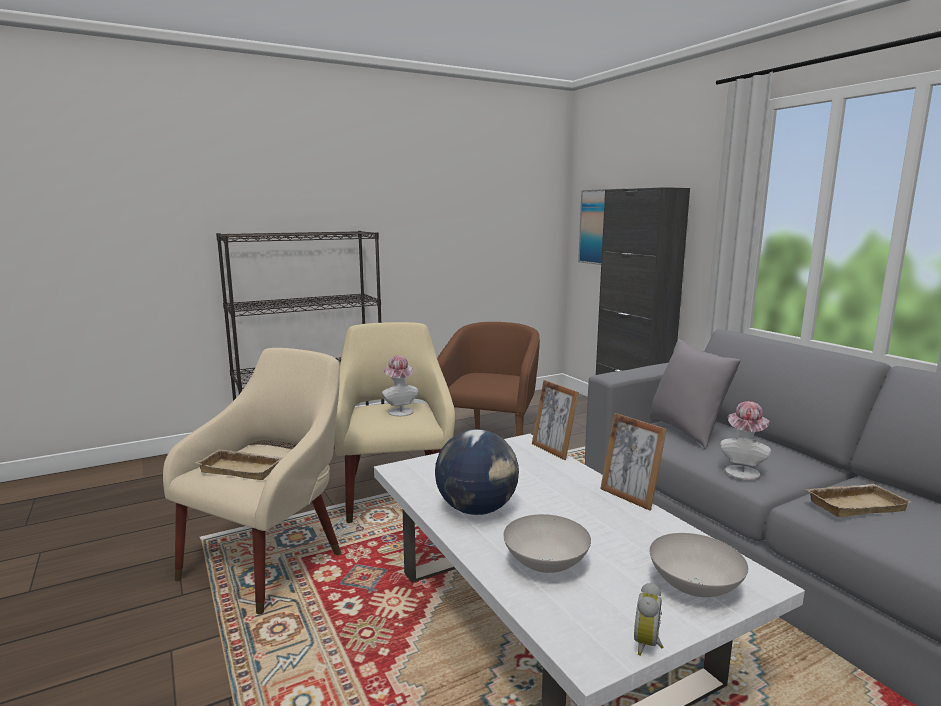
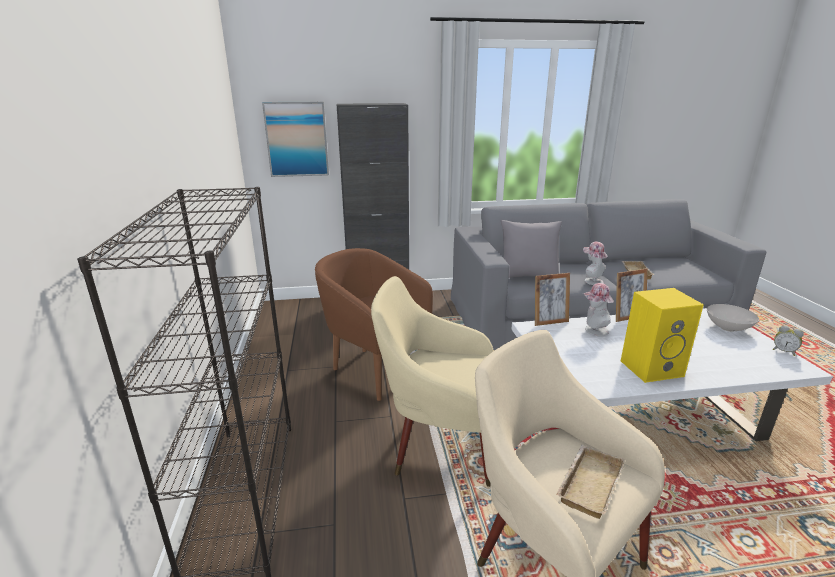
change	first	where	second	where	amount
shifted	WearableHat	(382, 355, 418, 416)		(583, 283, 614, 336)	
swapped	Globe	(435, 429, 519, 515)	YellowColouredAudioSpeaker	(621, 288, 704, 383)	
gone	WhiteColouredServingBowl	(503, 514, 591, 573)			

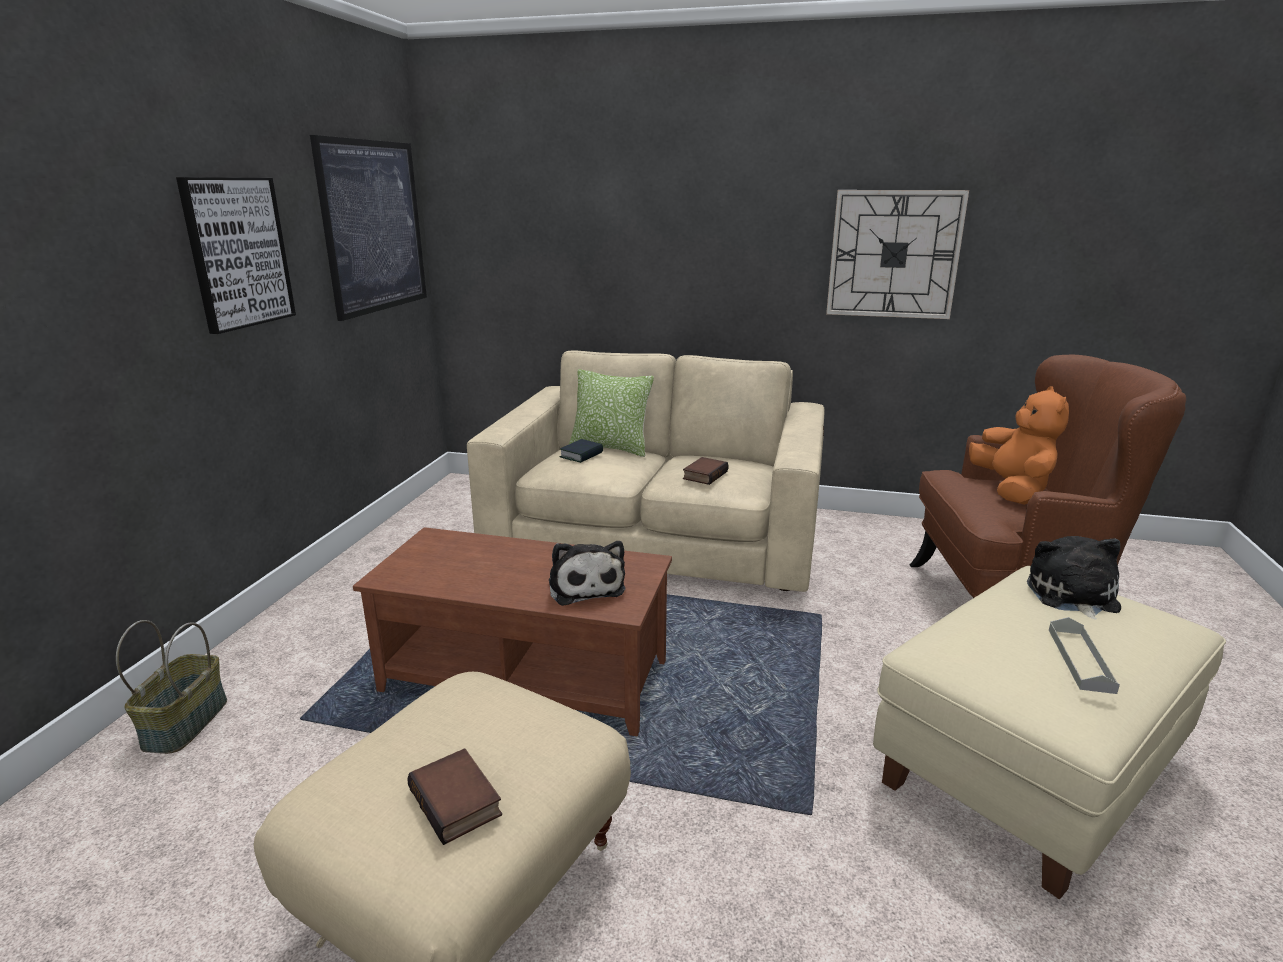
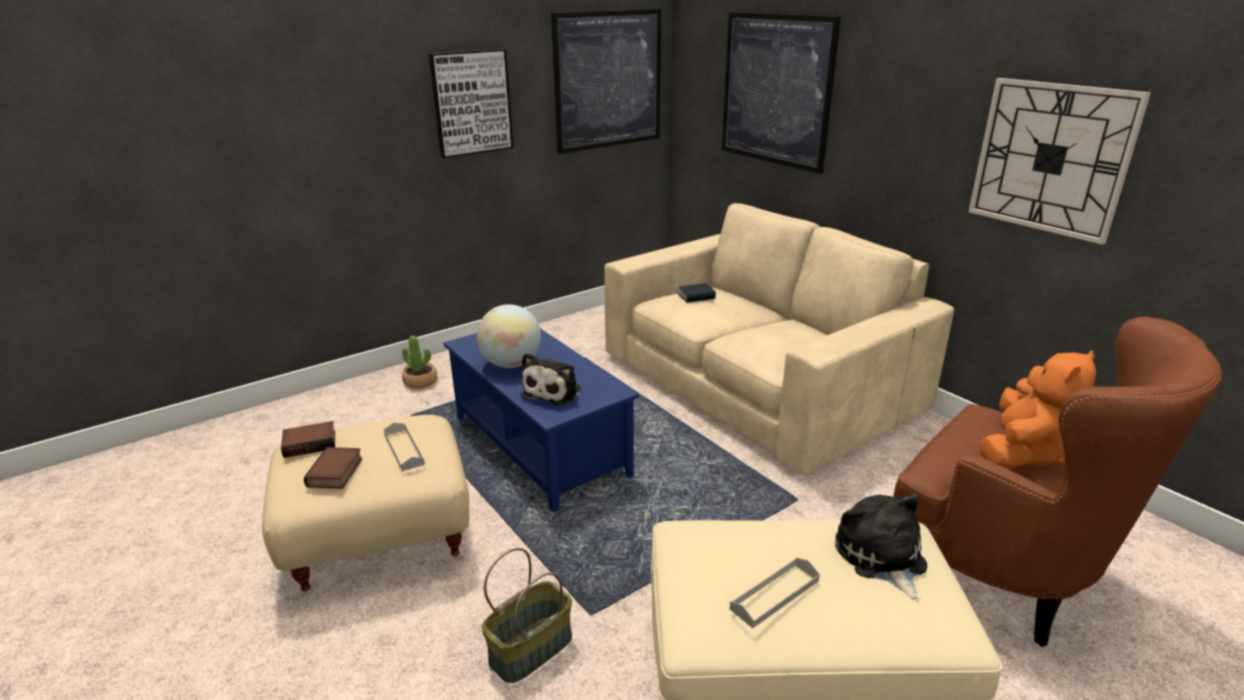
change	first	where	second	where	amount
gone	Pillow	(569, 369, 654, 457)			
shifted	Volume	(683, 457, 729, 485)		(281, 421, 335, 458)	
repainted	BrownishCoffeeTable	(353, 527, 672, 736)	BluishCoffeeTable	(444, 328, 639, 512)	
rotated	PlushToy	(1027, 536, 1121, 620)		(835, 493, 927, 602)	60 degrees counterclockwise
shifted	HouseholdBasket	(116, 620, 227, 754)		(482, 548, 572, 683)	
new			WallPicture	(722, 12, 841, 174)	
new			Globe	(477, 304, 541, 368)	
new			PlantInAPot	(402, 336, 437, 389)	
new			GrayTray	(384, 423, 425, 471)	

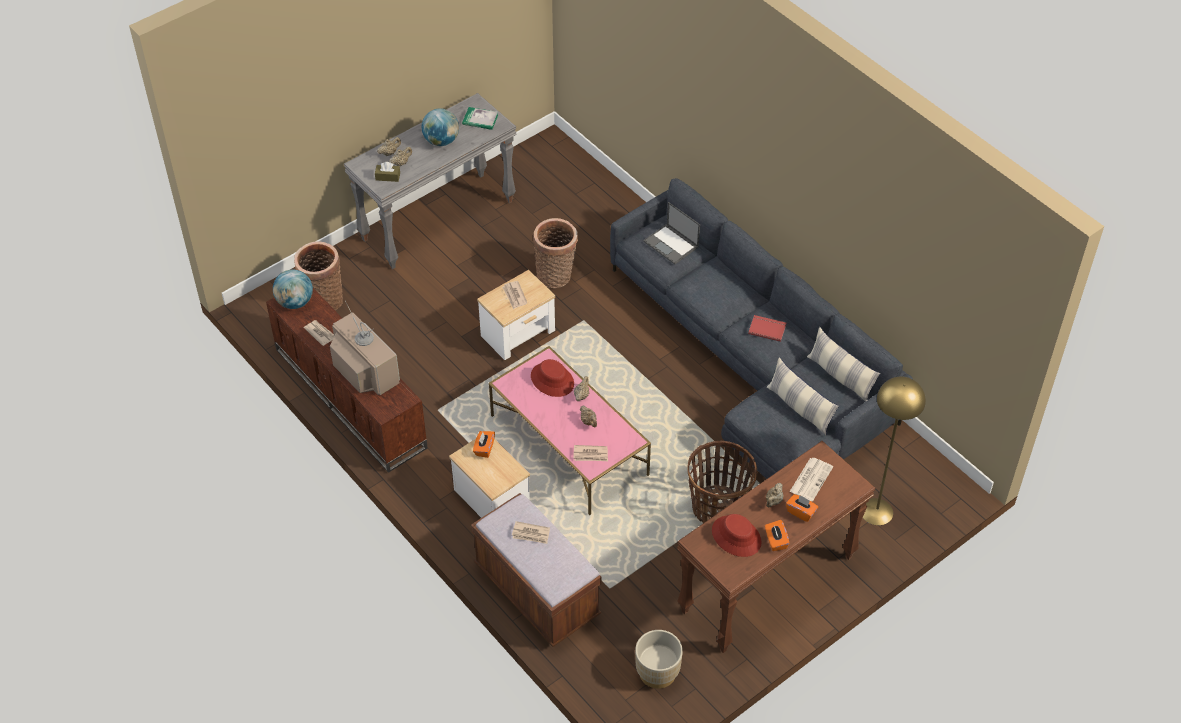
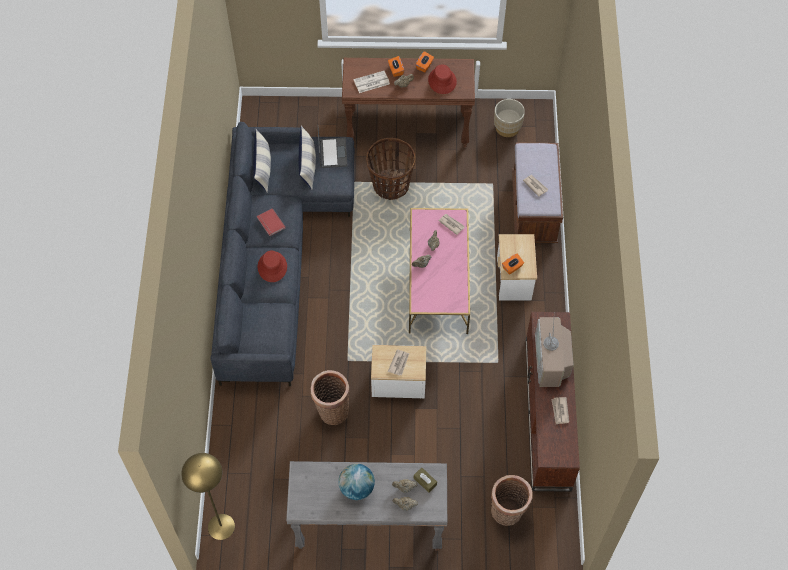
change	first	where	second	where	amount
gone	Volume	(462, 107, 498, 130)			
shifted	Laptop	(643, 202, 700, 265)		(318, 127, 348, 168)	
gone	Globe	(273, 270, 313, 309)			
shifted	RedColouredWearableHat	(531, 359, 574, 397)		(258, 250, 287, 282)	
shifted	YellowColouredStandardLamp	(863, 377, 926, 525)		(181, 453, 235, 540)	

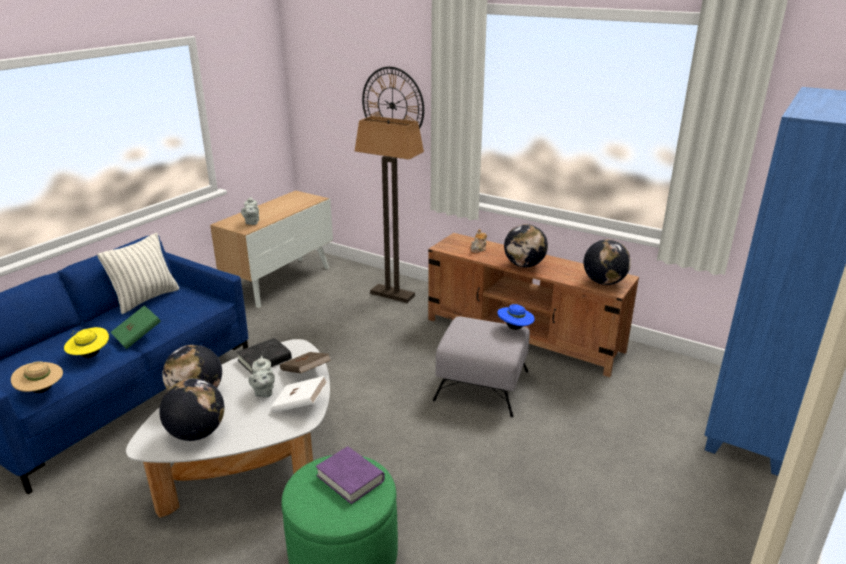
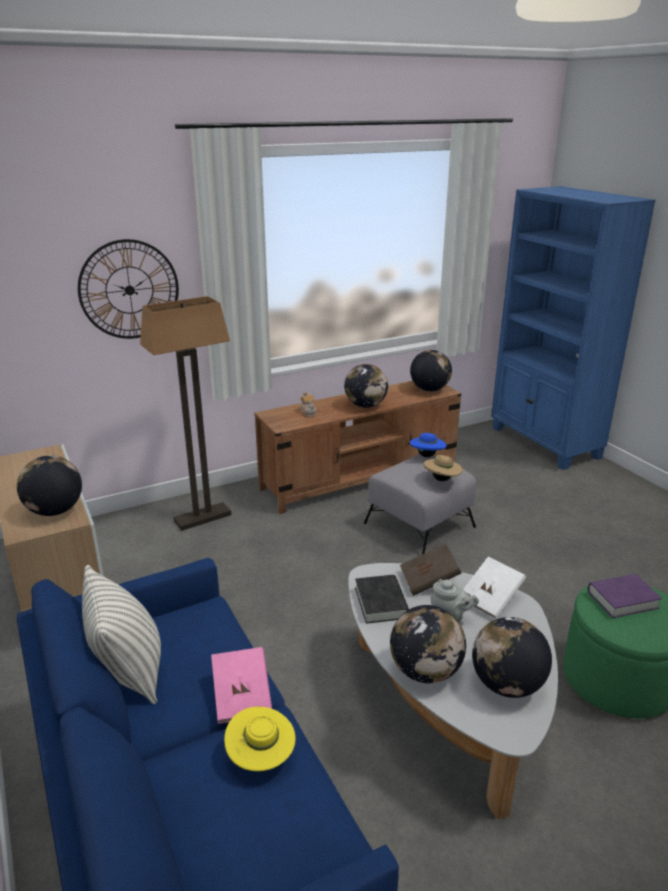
change	first	where	second	where	amount
swapped	GrayTeaPot	(241, 197, 259, 225)	Globe	(17, 455, 82, 516)	
repainted	GreenishVolume	(110, 305, 161, 349)	PinkVolume	(211, 647, 272, 724)	
shifted	SandColouredWearableHat	(11, 361, 63, 393)		(424, 455, 463, 481)	

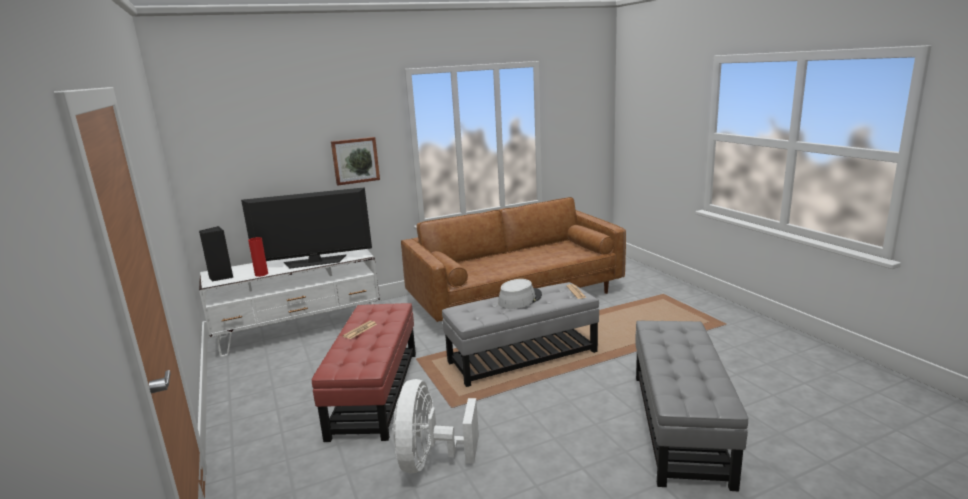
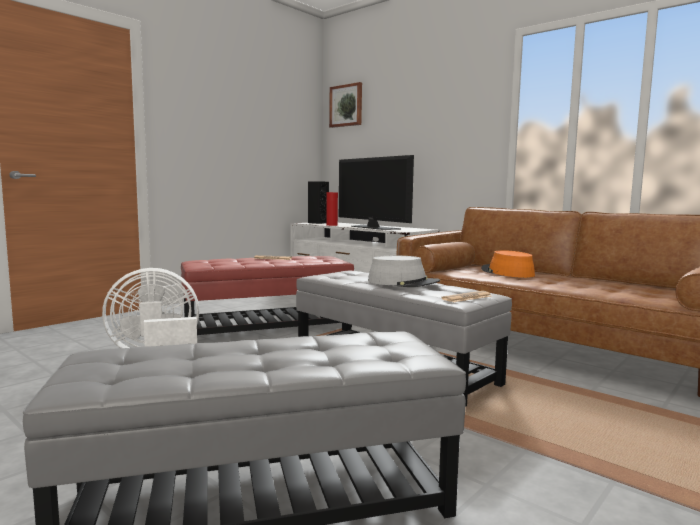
change	first	where	second	where	amount
shifted	WallPicture	(331, 137, 380, 186)		(329, 82, 362, 128)	
new			OrangeyWearableHat	(482, 250, 535, 278)	

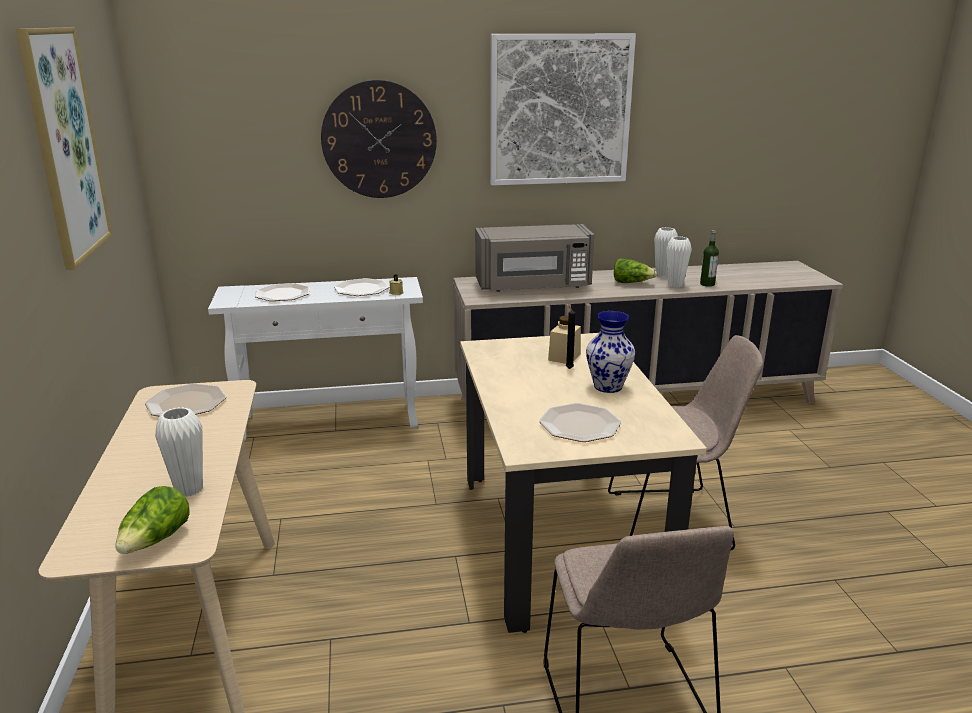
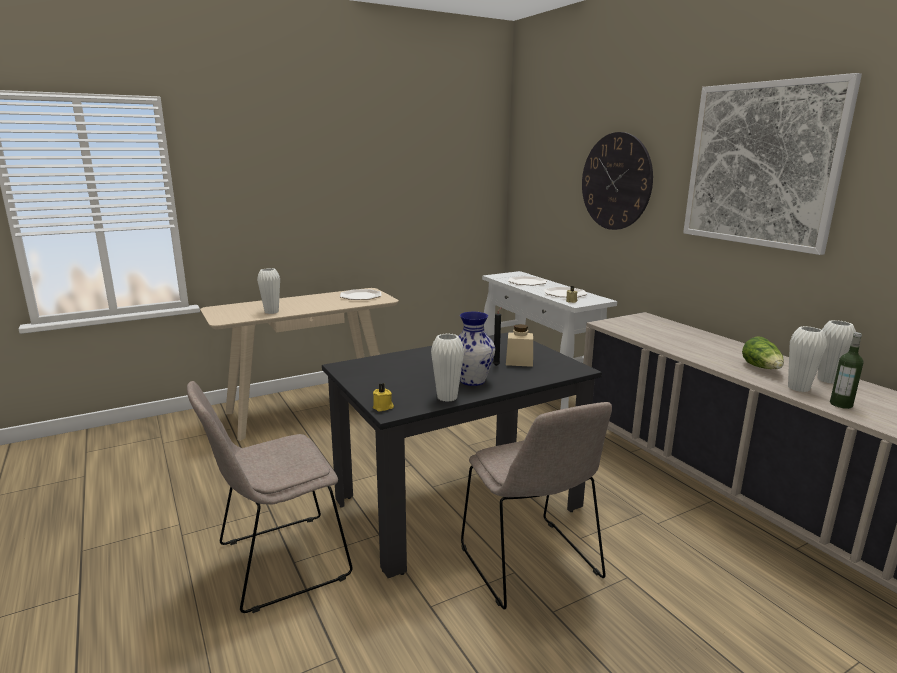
change	first	where	second	where	amount
gone	WallPicture	(16, 28, 112, 270)			
gone	GrayKitchenMicrowave	(475, 224, 594, 292)			
repainted	SandColouredDinnerTable	(460, 333, 707, 633)	BlackDinnerTable	(322, 332, 602, 578)	
gone	DinnerPlate	(539, 403, 621, 442)			
gone	HeadOfLettuce	(116, 486, 189, 554)			
new			WhiteColouredDecorativeVase	(431, 334, 464, 402)	
new			YellowColouredWaxLight	(373, 383, 394, 412)	

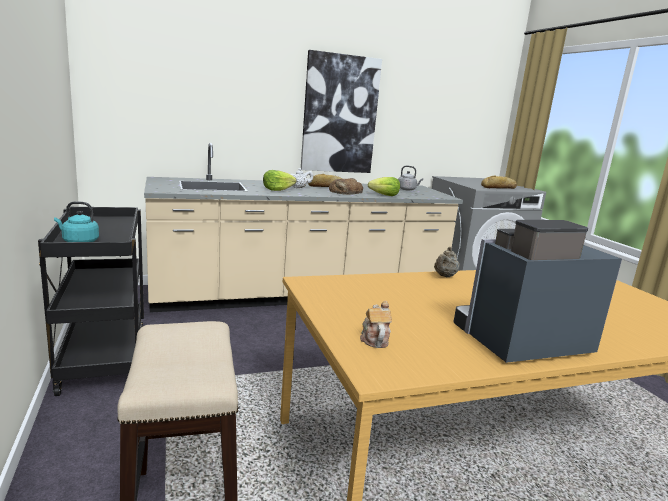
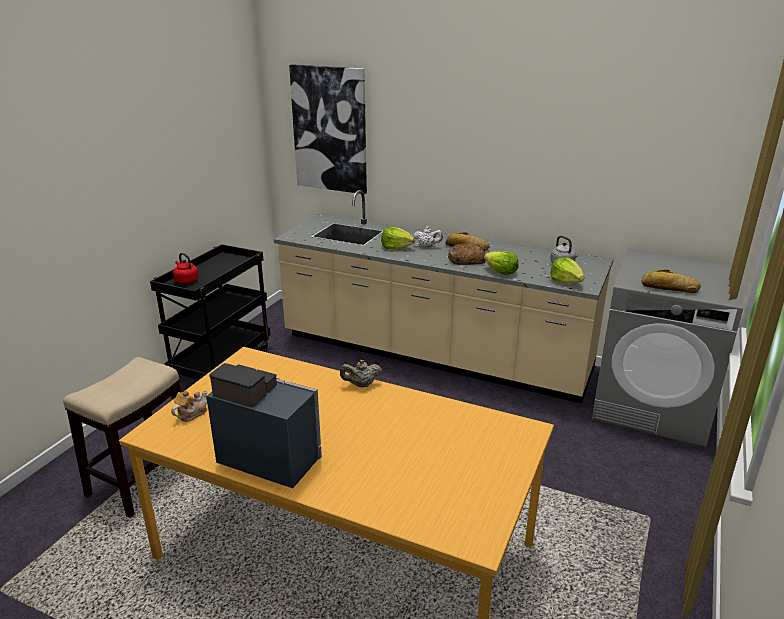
change	first	where	second	where	amount
shifted	WallPicture	(301, 50, 382, 173)		(289, 64, 367, 194)	
repainted	TurquoiseKettle	(54, 201, 99, 242)	RedColouredKettle	(173, 253, 199, 284)	
new			HeadOfLettuce	(550, 257, 585, 283)	

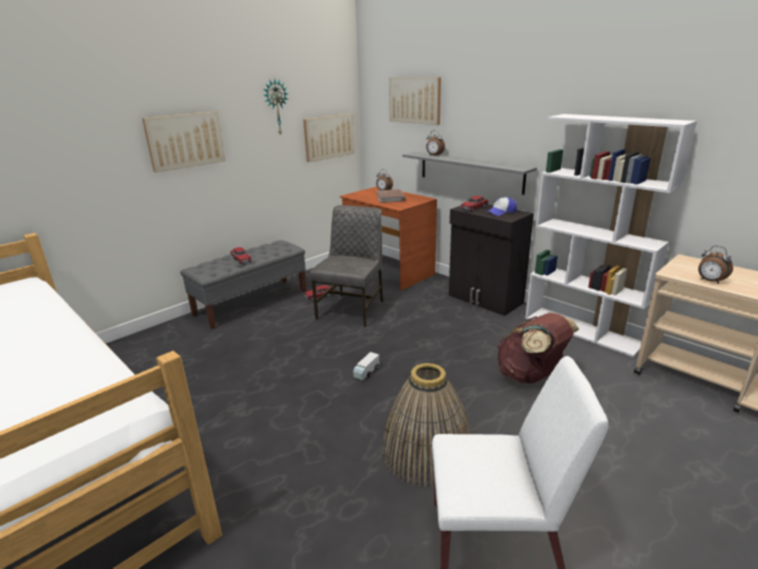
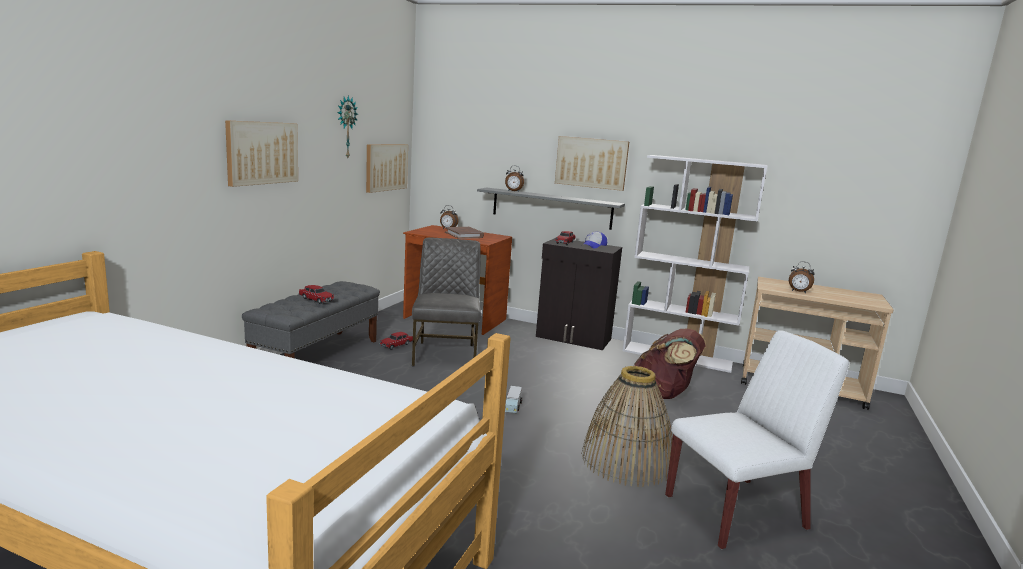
change	first	where	second	where	amount
shifted	WallPicture	(389, 77, 441, 125)		(555, 136, 629, 191)	

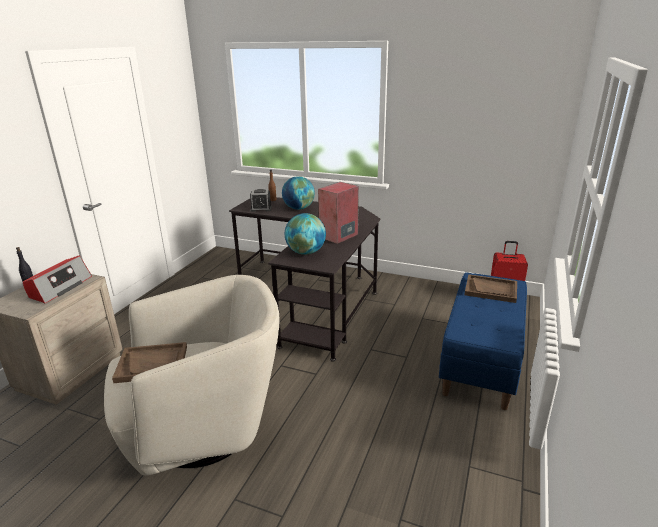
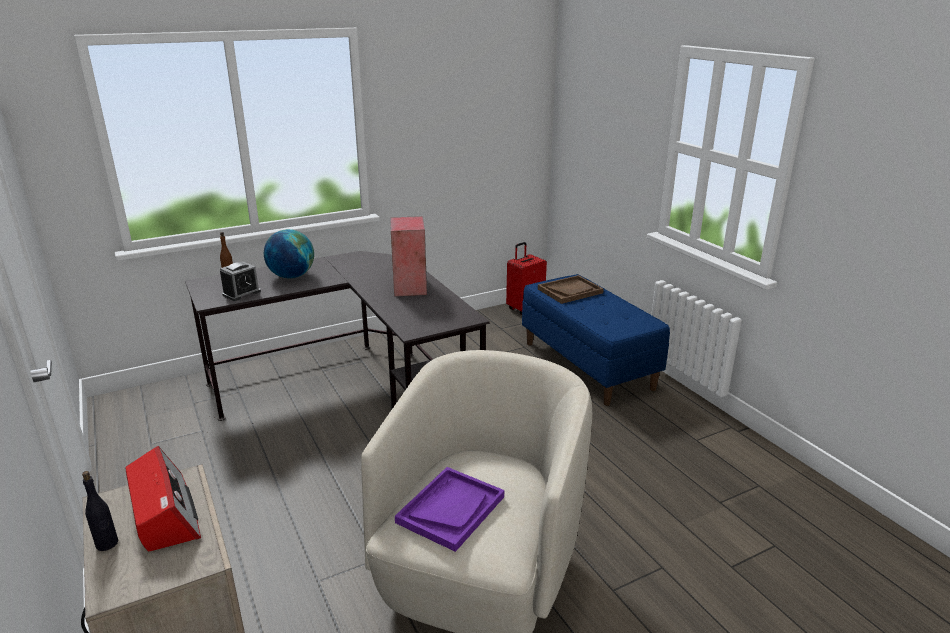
change	first	where	second	where	amount
gone	Globe	(285, 213, 326, 255)			
repainted	BrownishTray	(112, 342, 187, 383)	PurplishTray	(395, 467, 504, 552)	

